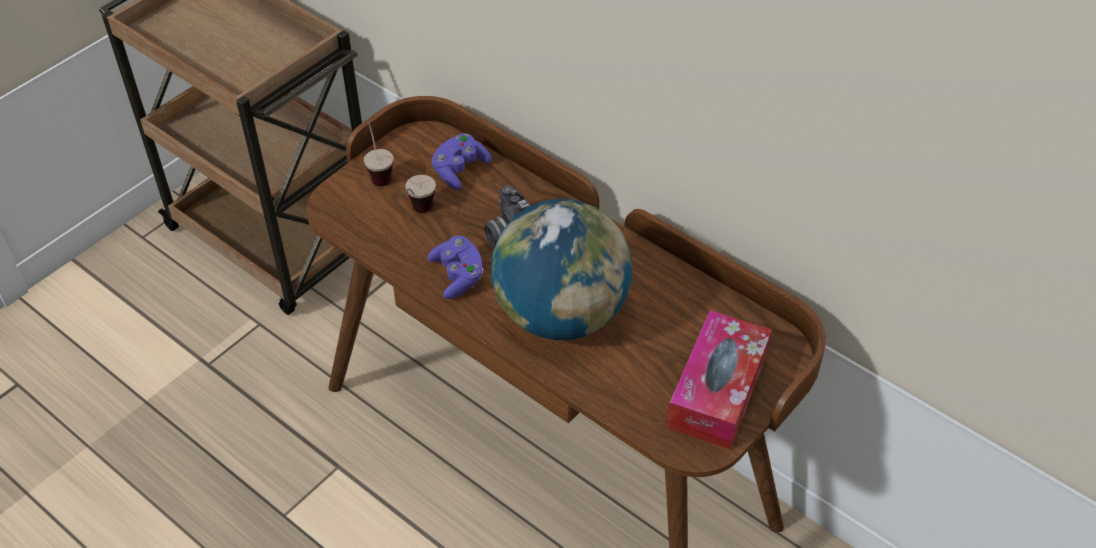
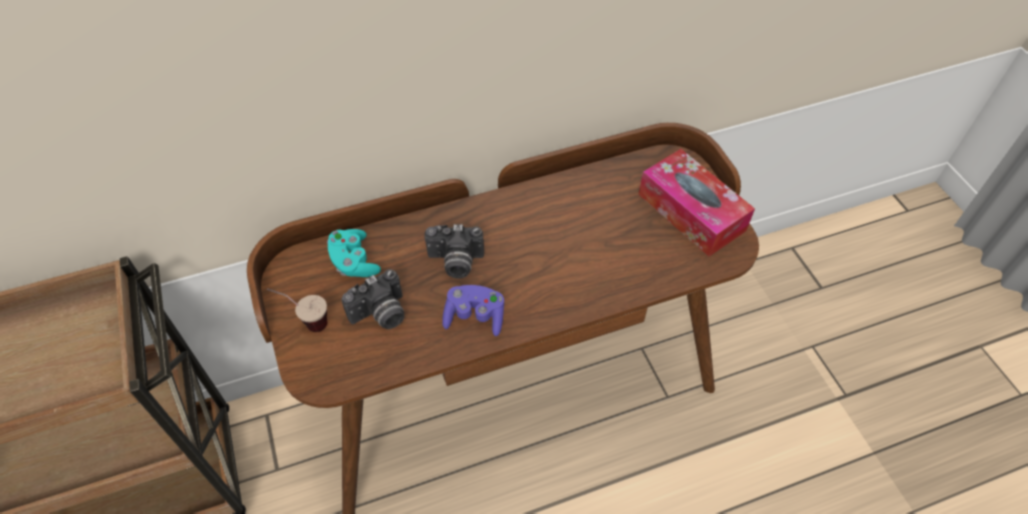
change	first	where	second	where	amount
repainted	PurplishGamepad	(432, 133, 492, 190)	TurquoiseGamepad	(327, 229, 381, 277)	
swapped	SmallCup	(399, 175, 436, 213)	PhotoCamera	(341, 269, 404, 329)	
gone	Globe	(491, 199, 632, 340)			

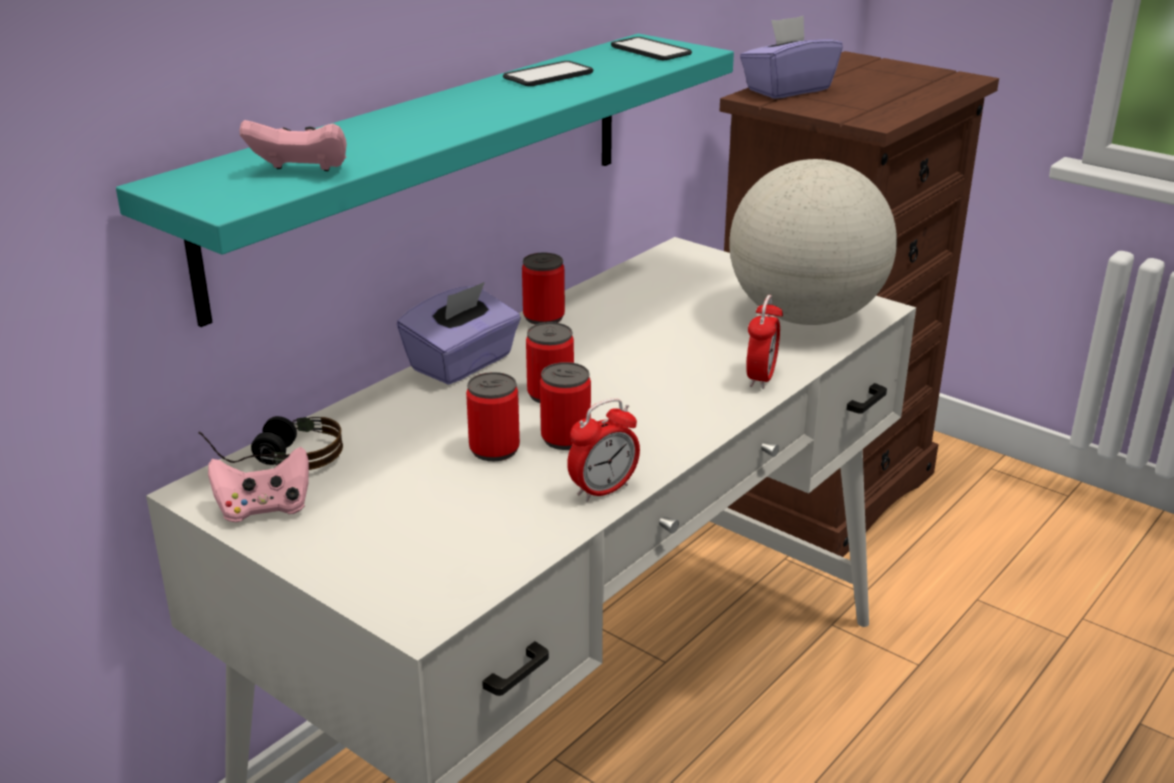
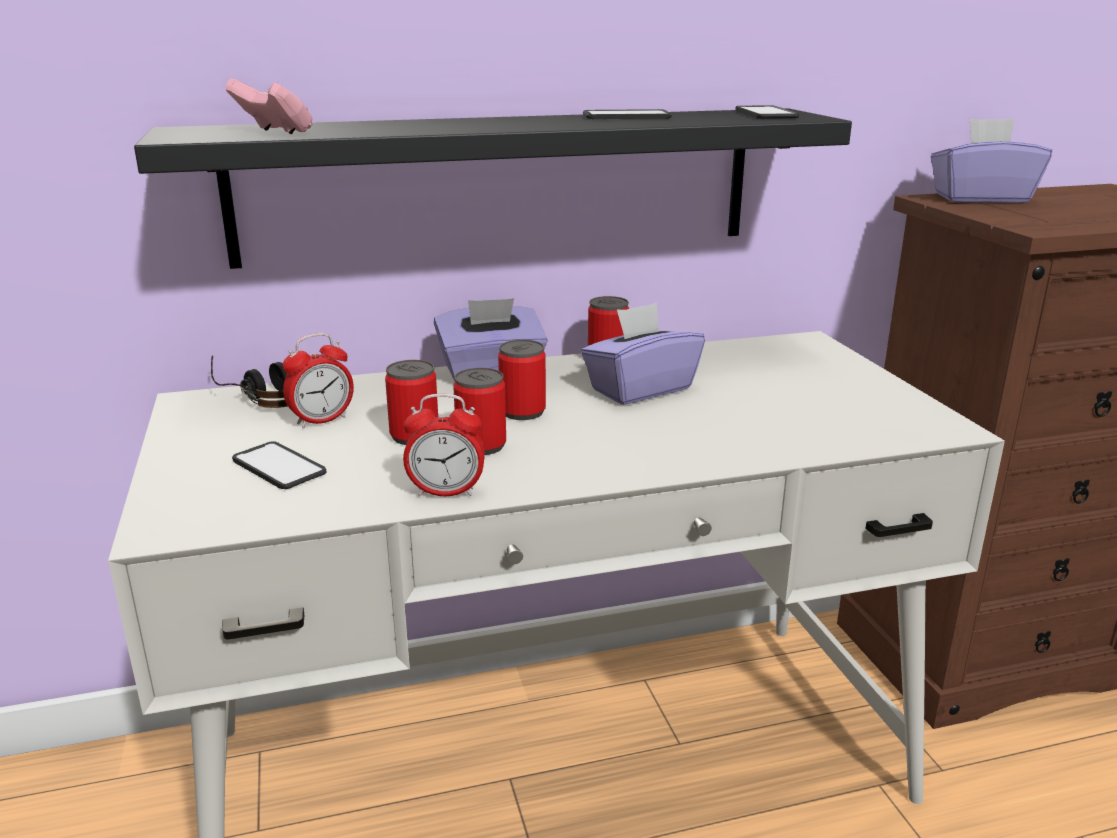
change	first	where	second	where	amount
repainted	TurquoiseBracketShelf	(116, 34, 734, 327)	BlackBracketShelf	(134, 108, 852, 269)	
gone	Globe	(729, 159, 897, 325)			
shifted	BedsideClock	(746, 295, 783, 389)		(283, 333, 354, 428)	
gone	PinkGamepad	(208, 447, 309, 522)			
new			PurplishTissueBox	(581, 303, 705, 405)	
new			Handset	(232, 441, 327, 489)	

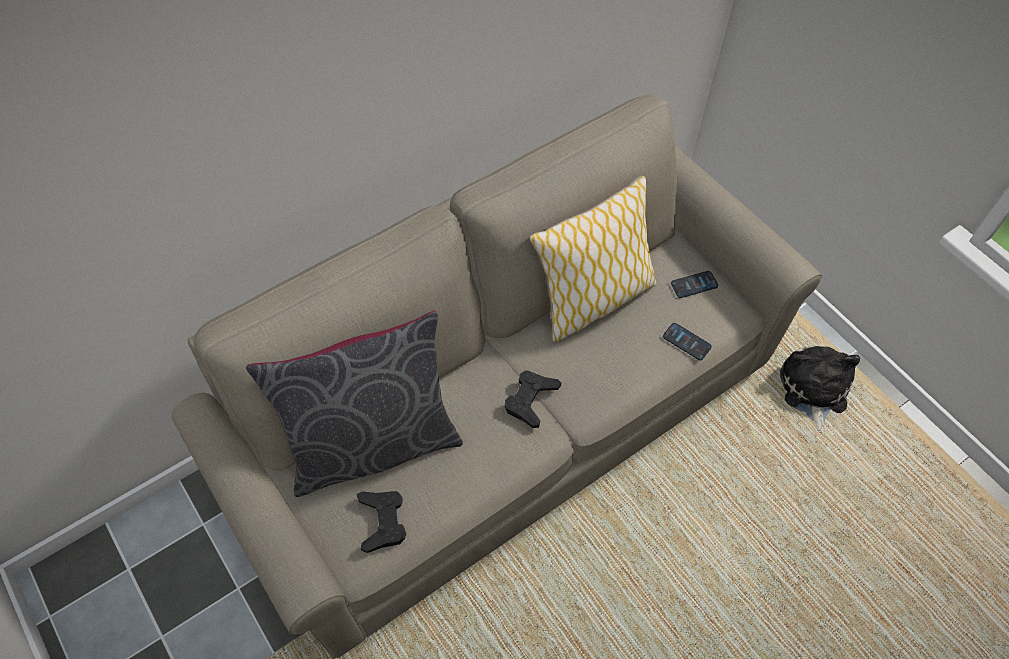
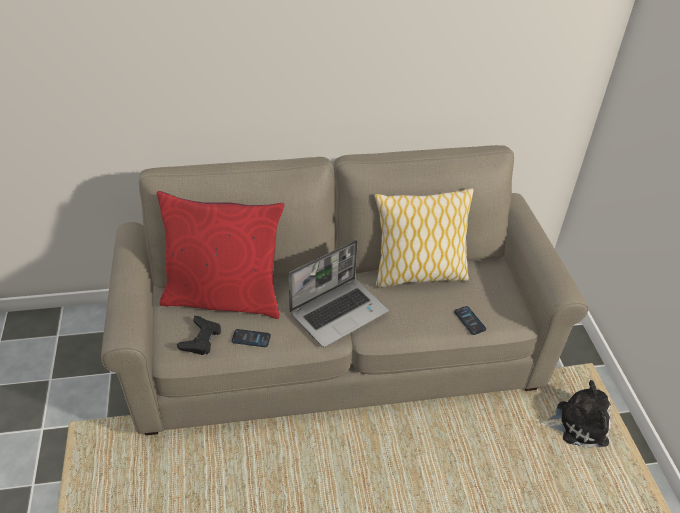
change	first	where	second	where	amount
shifted	Handset	(671, 271, 718, 298)		(232, 329, 271, 347)	
repainted	GrayPillow	(246, 311, 463, 497)	RedColouredPillow	(157, 191, 284, 319)	
rotated	PlushToy	(780, 345, 860, 433)		(540, 380, 611, 448)	60 degrees clockwise
swapped	BlackGamepad	(505, 370, 561, 428)	Laptop	(289, 240, 389, 347)	

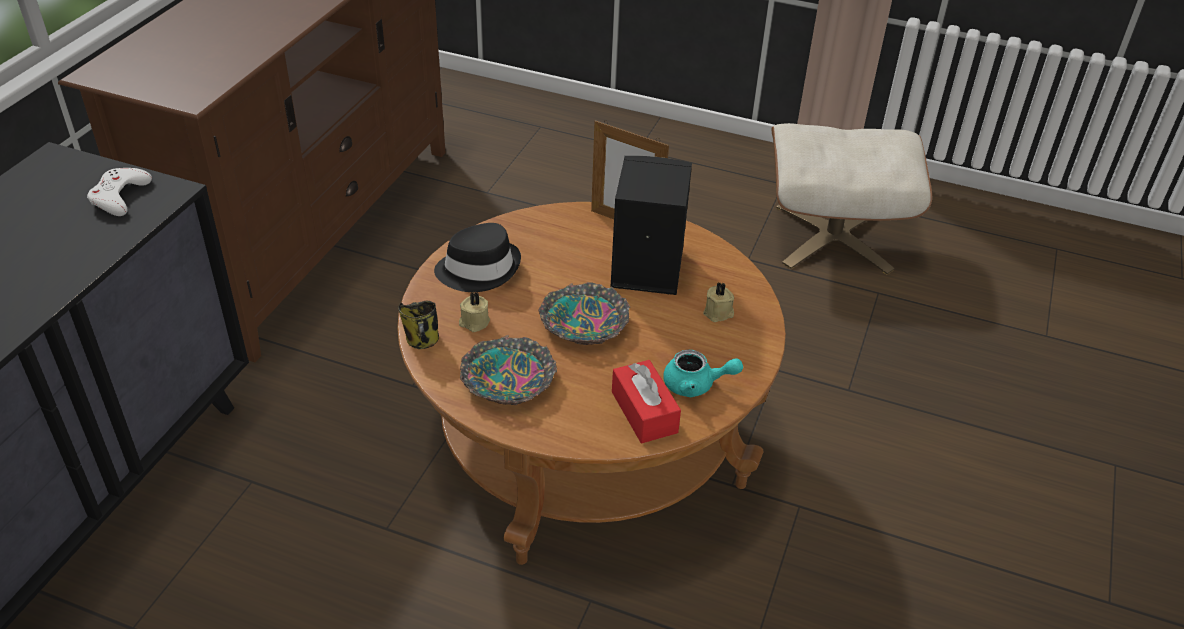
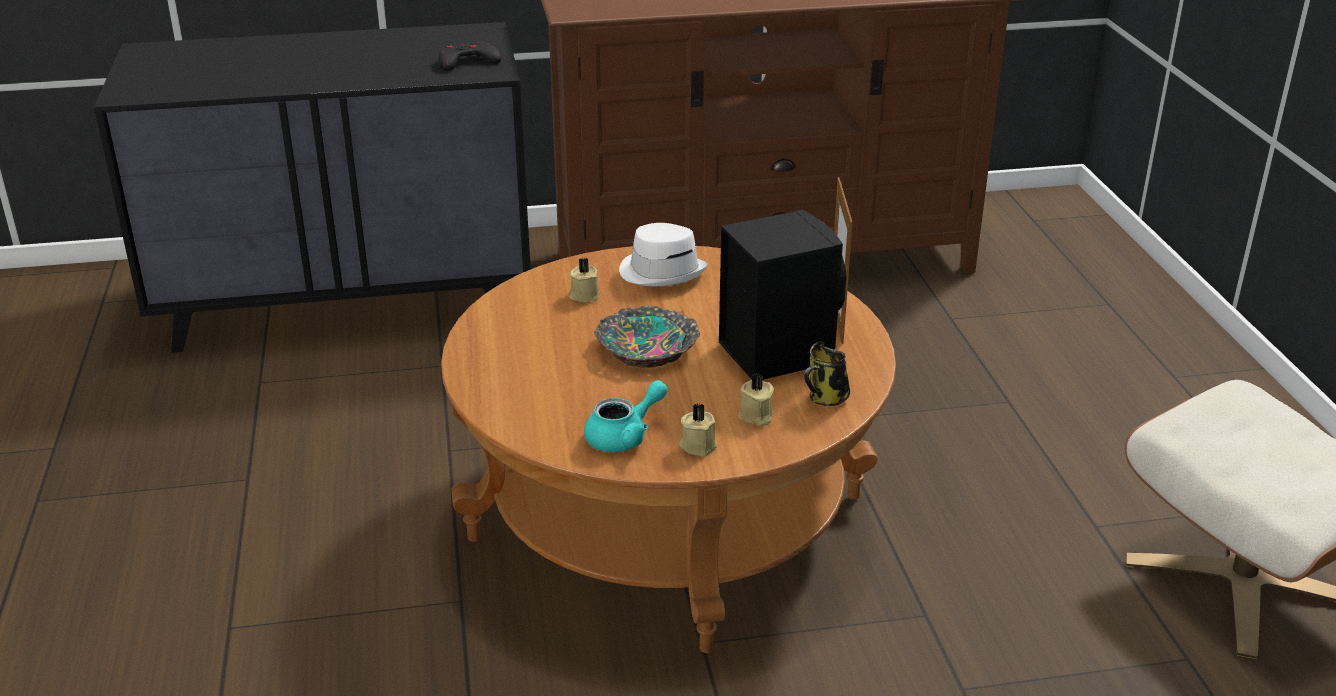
change	first	where	second	where	amount
repainted	WhiteColouredGamepad	(87, 168, 152, 216)	BlackGamepad	(439, 41, 501, 71)	
repainted	BlackWearableHat	(434, 223, 521, 292)	WhiteColouredWearableHat	(619, 223, 707, 287)	
shifted	TeaMug	(398, 301, 439, 349)		(804, 341, 850, 406)	
gone	ServingBowl	(460, 335, 557, 405)			
rotated	TurquoiseTeaPot	(663, 350, 743, 397)		(584, 380, 668, 452)	105 degrees counterclockwise
gone	RedColouredTissueBox	(612, 360, 681, 443)			
new			SandColouredWaxLight	(679, 403, 717, 456)	

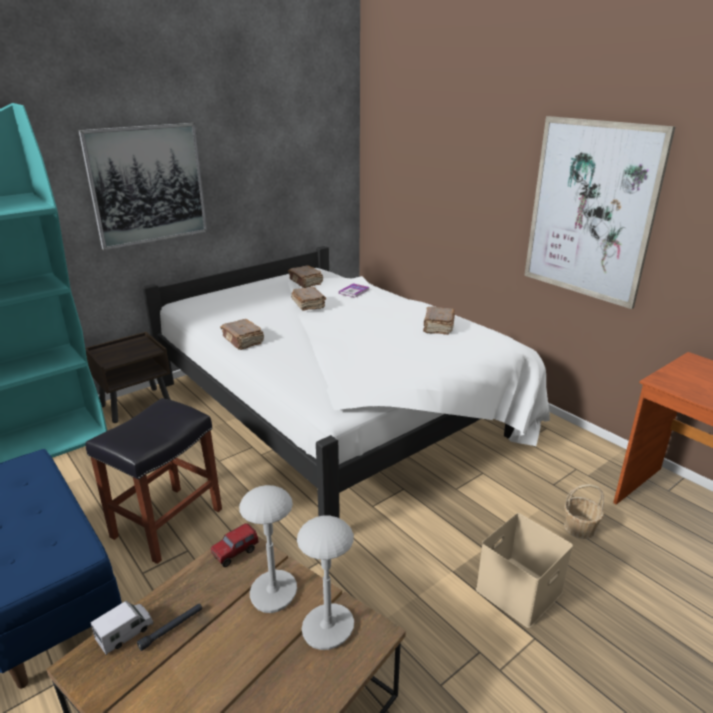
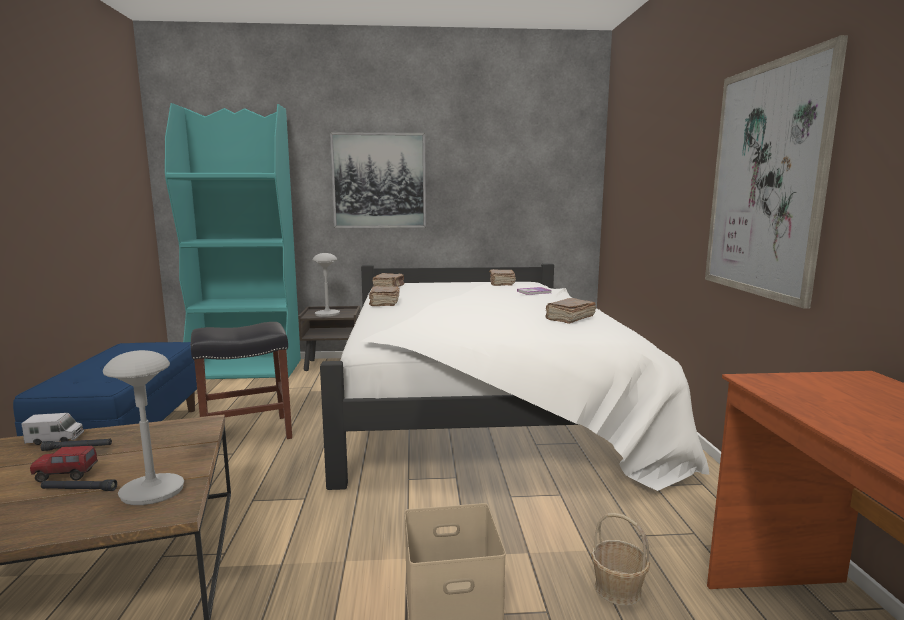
change	first	where	second	where	amount
shifted	BrownishVolume	(291, 287, 326, 311)		(373, 273, 404, 287)	
shifted	GrayTableLamp	(239, 485, 297, 613)		(313, 253, 340, 317)	
shifted	ToyLorry	(211, 523, 259, 567)		(30, 446, 98, 483)	
new			BlackTorch	(41, 479, 117, 491)	

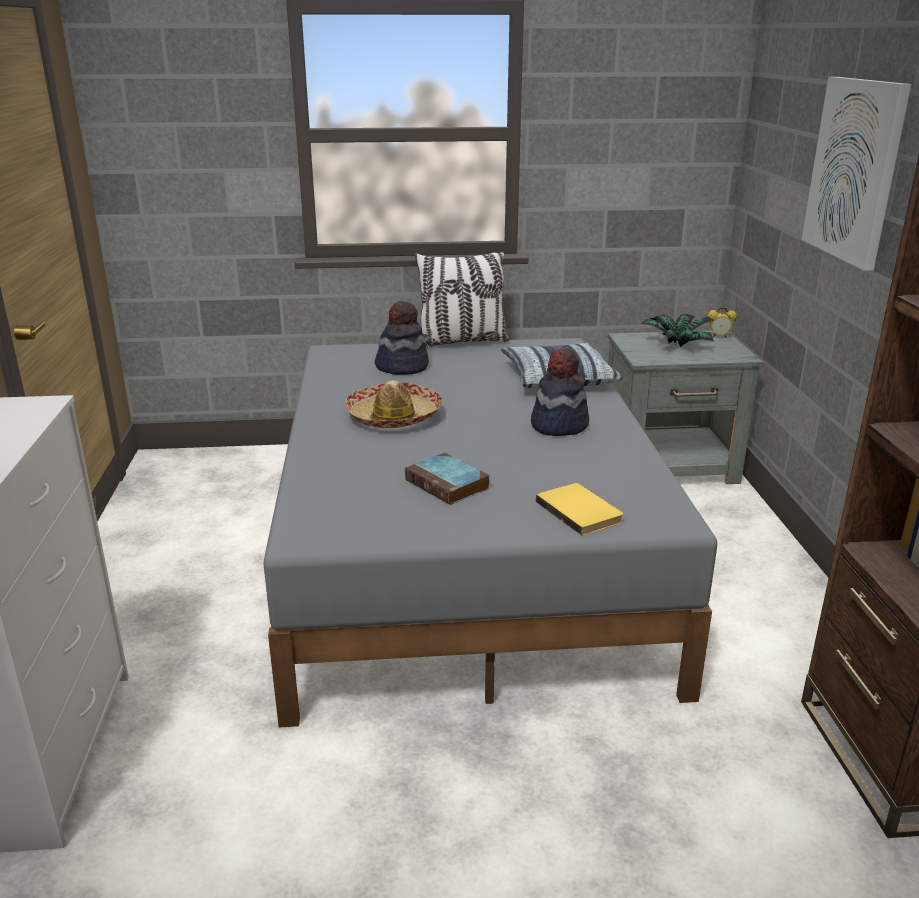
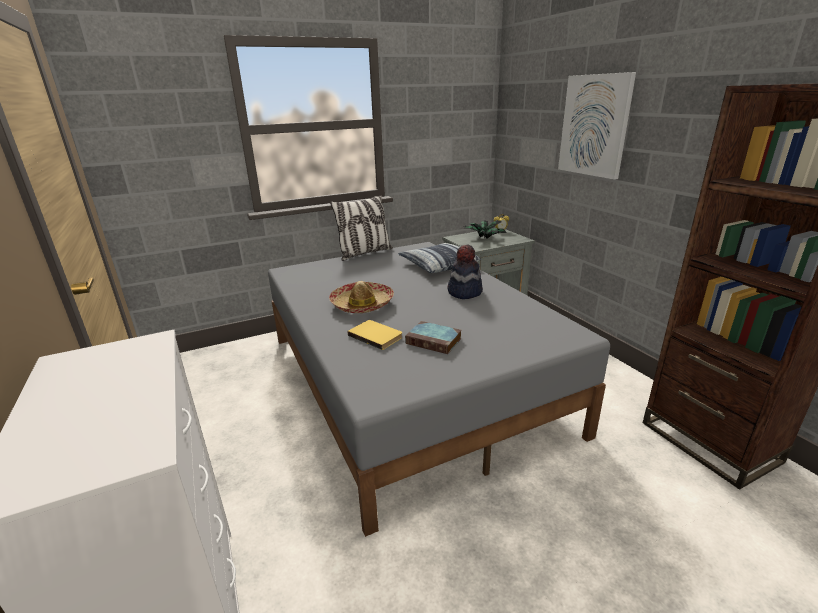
change	first	where	second	where	amount
gone	WearableHat	(375, 301, 429, 375)			
shifted	YellowColouredVolume	(536, 483, 623, 536)		(348, 320, 403, 350)	

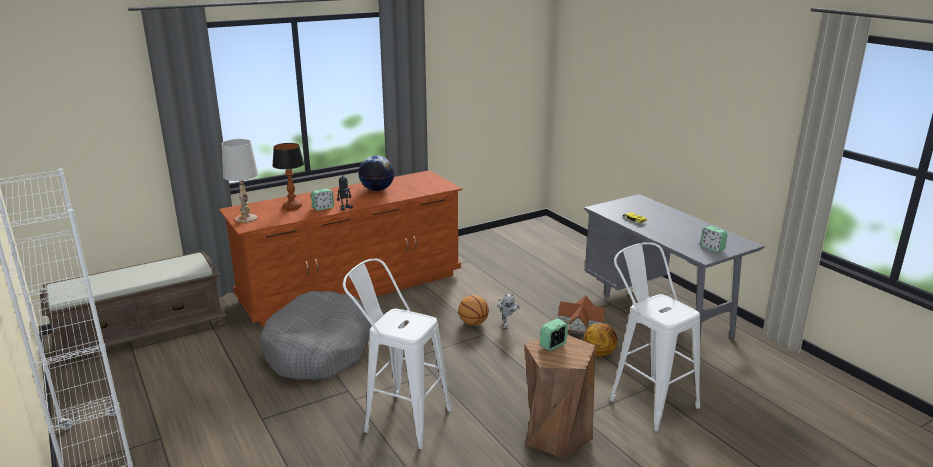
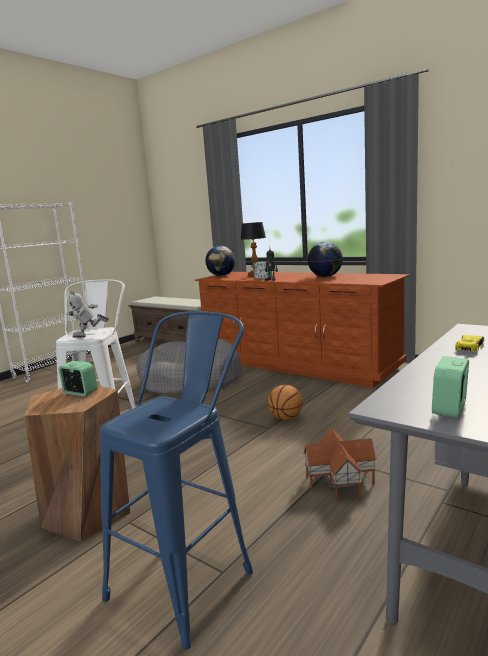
change	first	where	second	where	amount
swapped	WhiteColouredTableLamp	(222, 139, 258, 223)	Globe	(205, 246, 235, 276)	
repainted	WhiteColouredStool	(609, 242, 700, 431)	BluishStool	(100, 311, 253, 650)	
shifted	ModelRobot	(497, 294, 520, 329)		(66, 291, 109, 338)	
gone	BallForBasketball	(584, 323, 617, 357)			

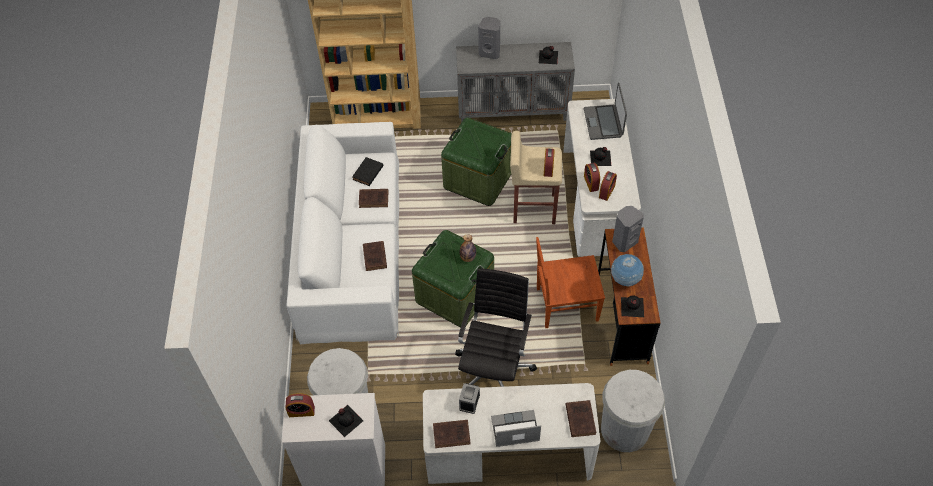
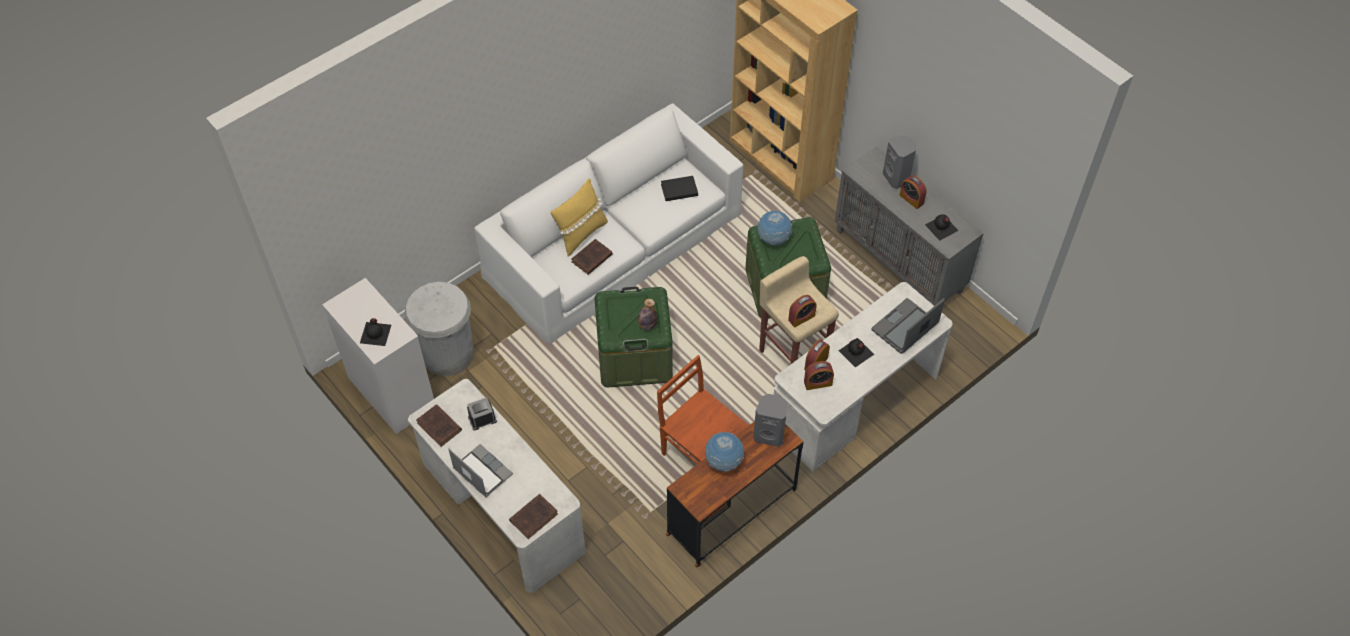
change	first	where	second	where	amount
gone	BrownishVolume	(359, 189, 388, 208)			
gone	BlackComputerChair	(455, 268, 537, 387)			
gone	BlackBottle	(621, 295, 644, 317)			
gone	WhiteColouredWasteBin	(601, 370, 665, 452)			
shifted	BedsideClock	(286, 393, 315, 417)		(900, 176, 927, 209)	
new			YellowColouredPillow	(551, 178, 608, 257)	
new			Globe	(757, 211, 792, 245)	

